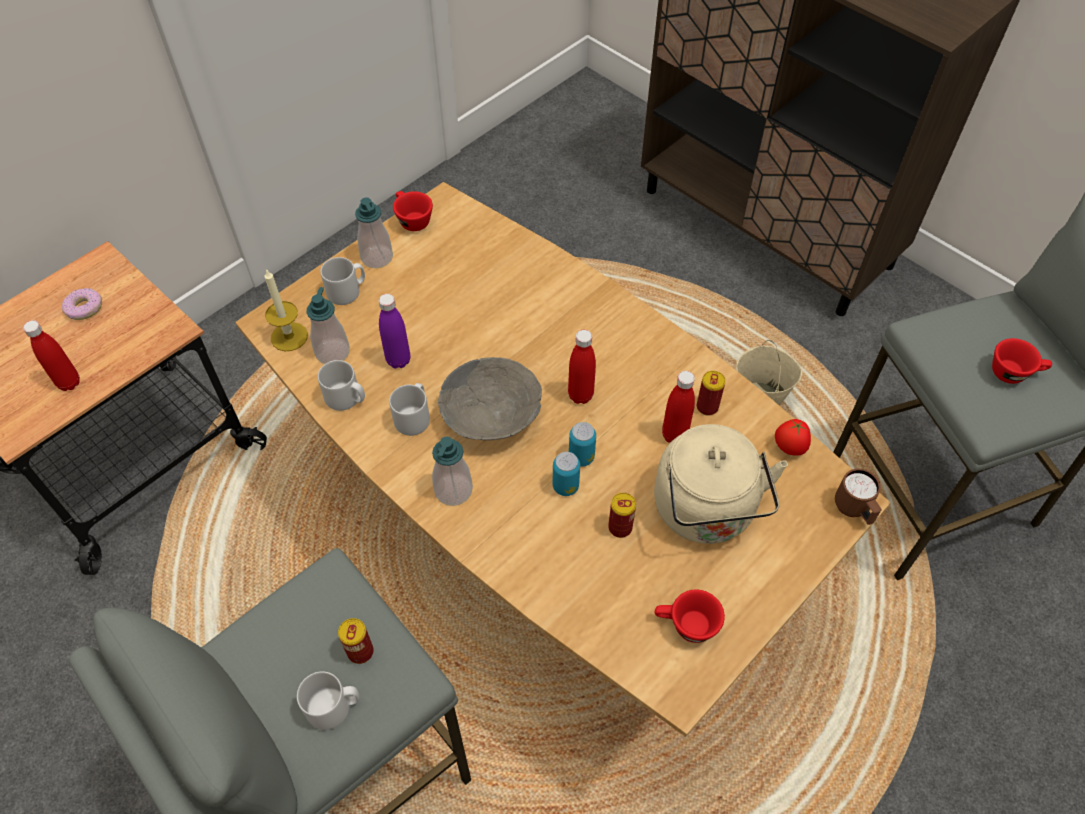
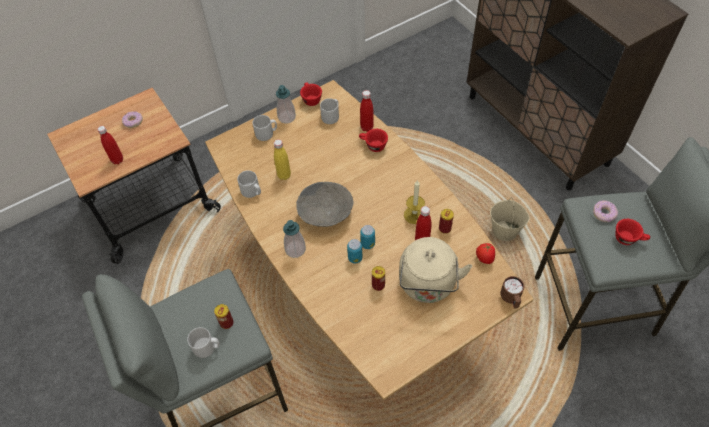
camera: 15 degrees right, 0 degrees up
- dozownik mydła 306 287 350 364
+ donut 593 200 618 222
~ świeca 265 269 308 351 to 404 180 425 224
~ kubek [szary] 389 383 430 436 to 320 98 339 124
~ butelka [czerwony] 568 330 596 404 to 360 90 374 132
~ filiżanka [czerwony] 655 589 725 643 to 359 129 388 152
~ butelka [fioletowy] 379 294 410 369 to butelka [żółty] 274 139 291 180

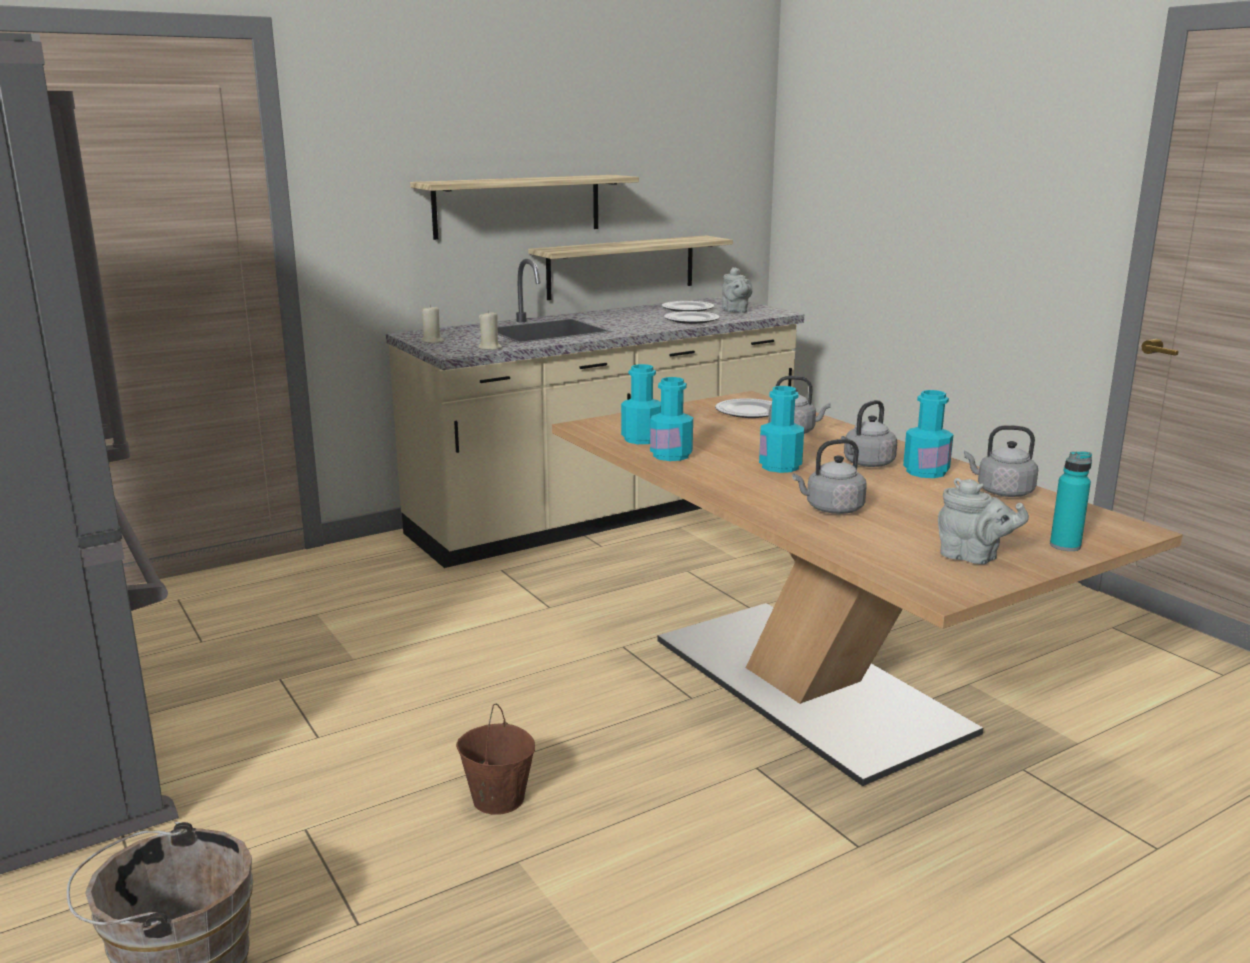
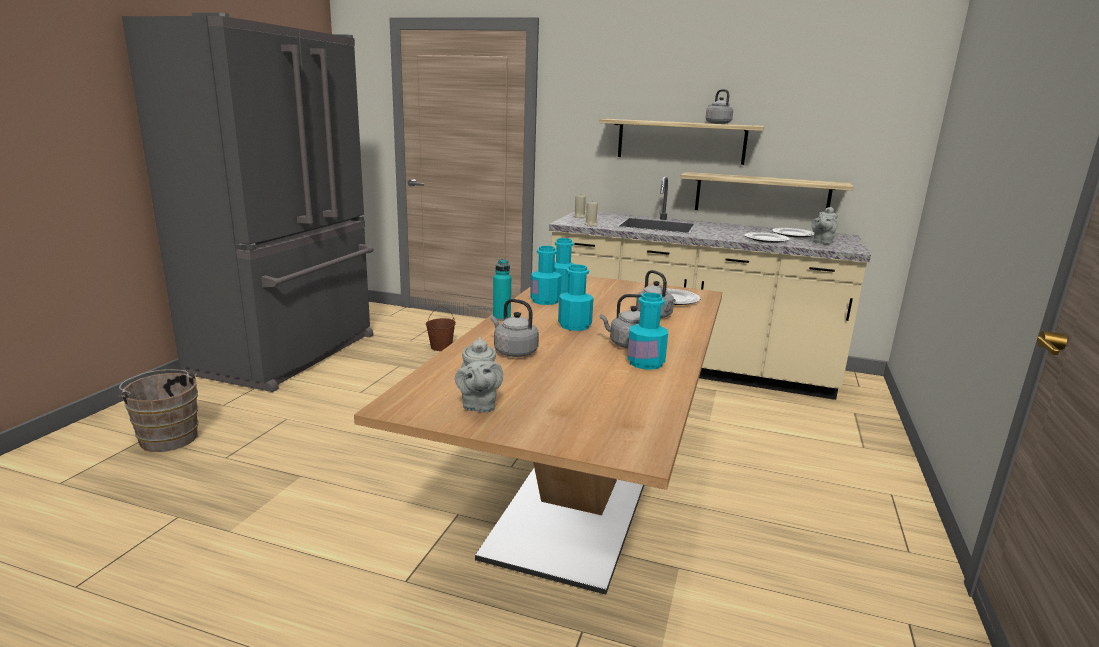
camera: 50 degrees right, 0 degrees up
~ wiadro [brązowy] 456 704 535 815 to 426 306 456 351
~ czajnik [szary] 964 425 1038 497 to 706 89 733 124
~ butelka [turkusowy] 1050 451 1092 551 to 493 259 511 321

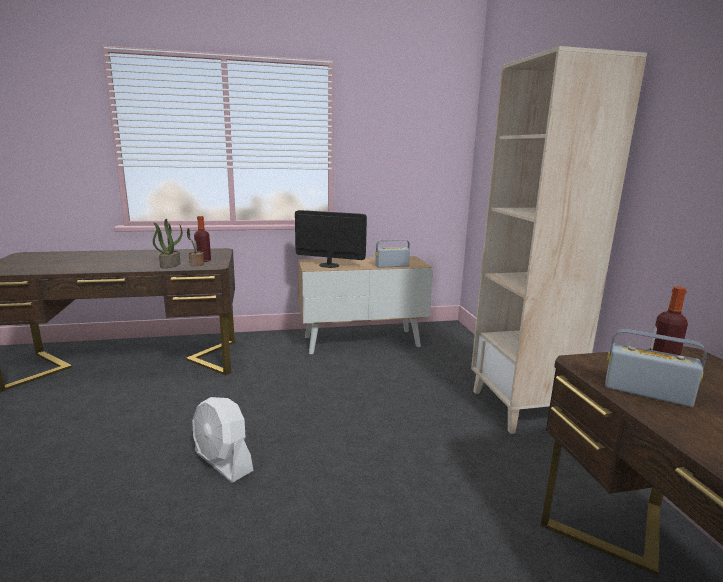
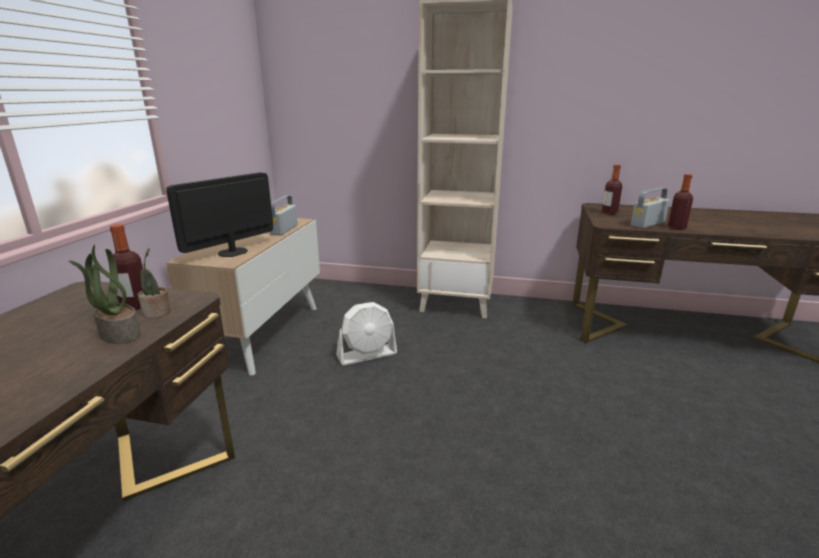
camera: 65 degrees left, 5 degrees up
+ butelka 668 174 693 230
~ wentylator [biały] 192 397 253 483 to 336 302 397 365

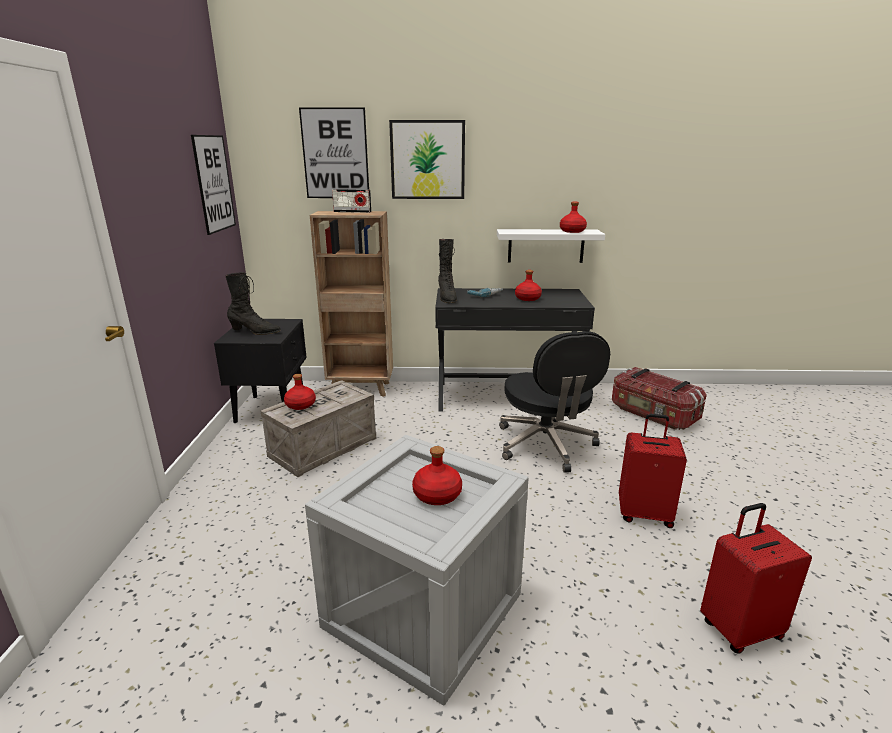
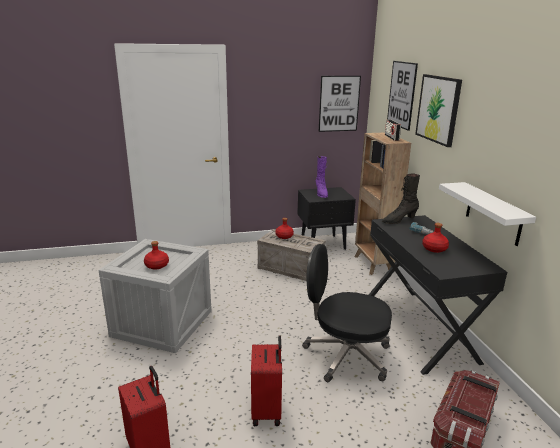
camera: 75 degrees right, 0 degrees up
- butelka [czerwony] 560 202 587 233
~ but z cholewką [czarny] 225 272 281 335 to but z cholewką [fioletowy] 316 156 328 198
~ krzesło biurowe [czarny] 499 331 610 473 = 302 244 392 382 45 degrees clockwise

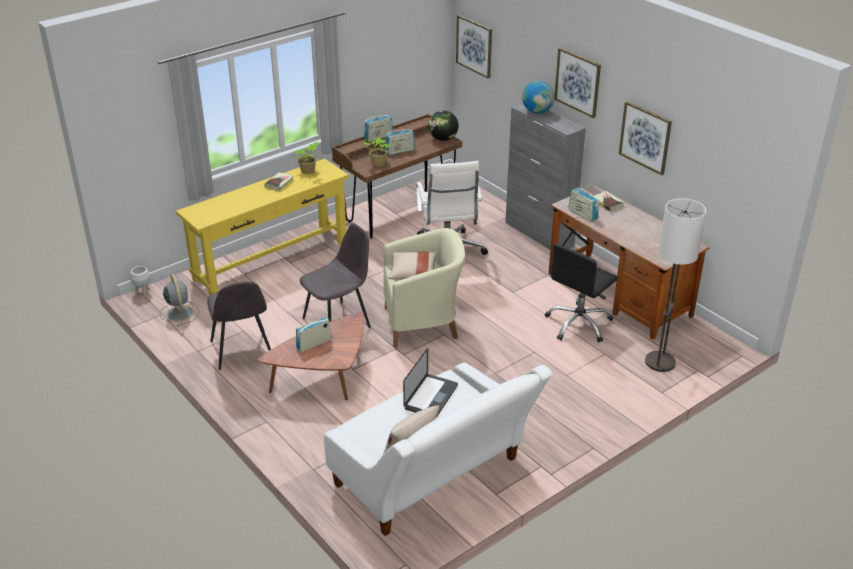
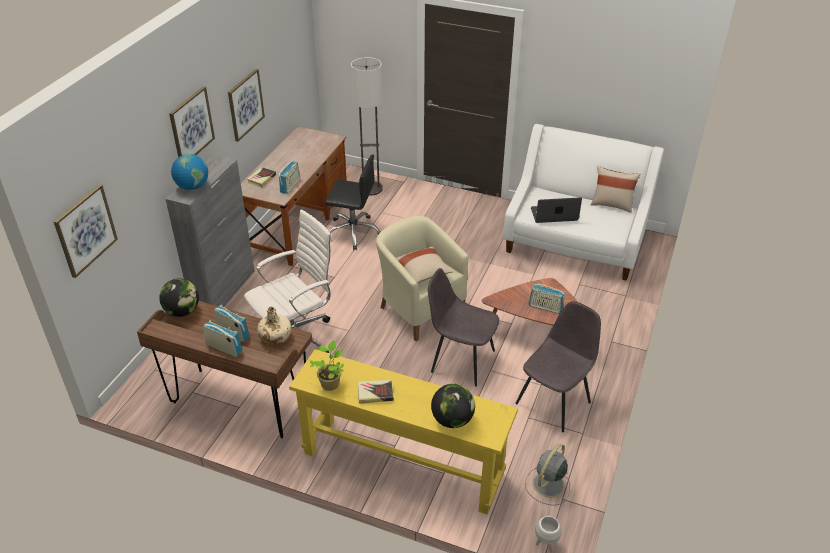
camera: 120 degrees left, 5 degrees up
+ globus 431 384 475 428
~ roślina doniczkowa 362 138 391 166 to butelka [beżowy] 257 306 291 345

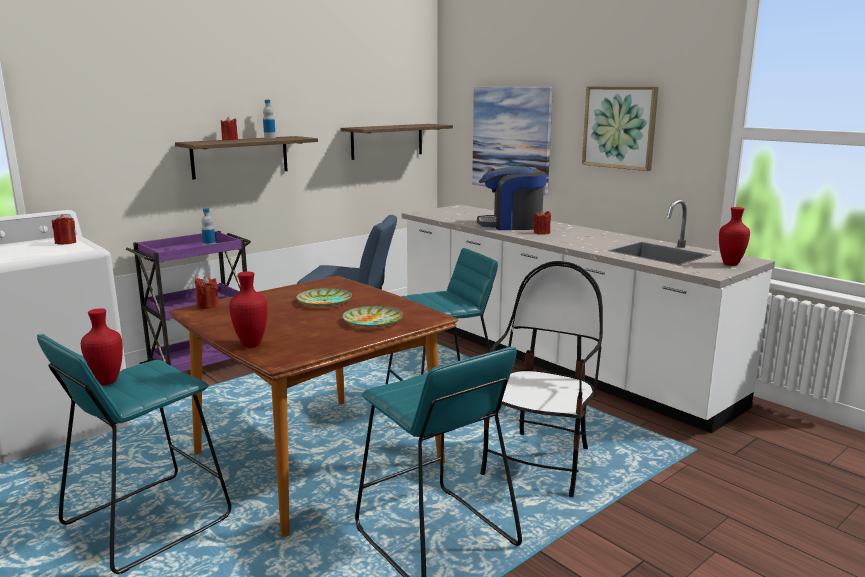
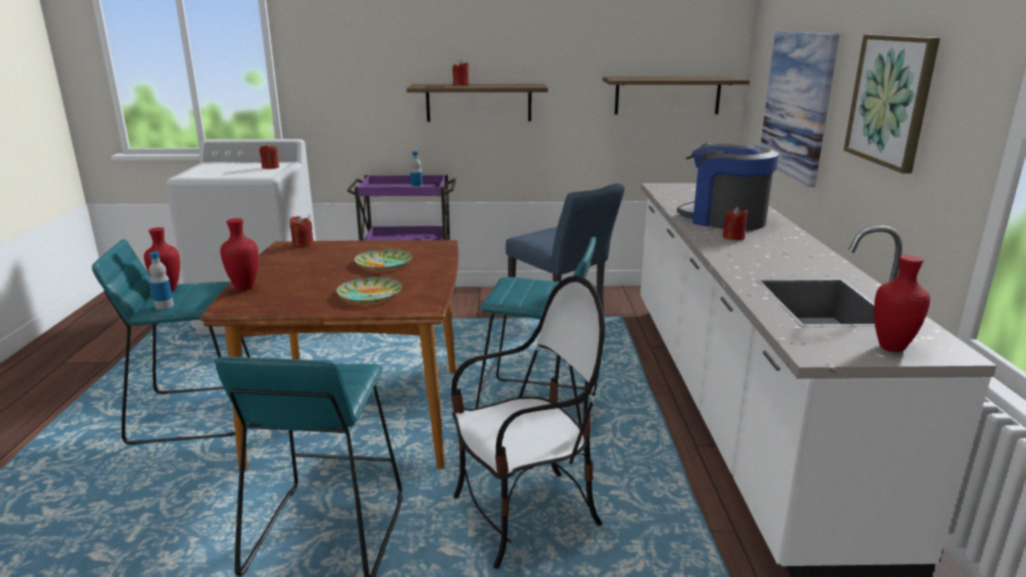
camera: 40 degrees right, 5 degrees up
~ butelka 263 100 276 138 to 149 252 174 309

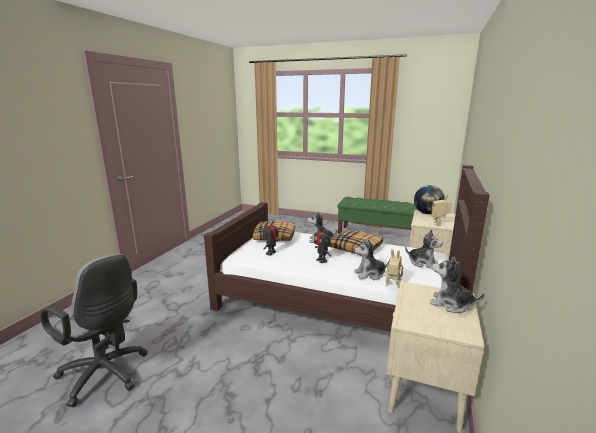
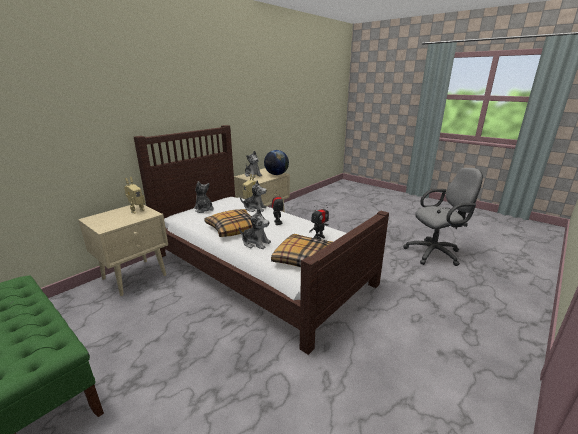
camera: 160 degrees left, 5 degrees up
~ globus 414 185 444 214 to 264 150 289 175
~ krzesło biurowe [szary] 40 254 148 407 = 403 168 483 266 120 degrees clockwise

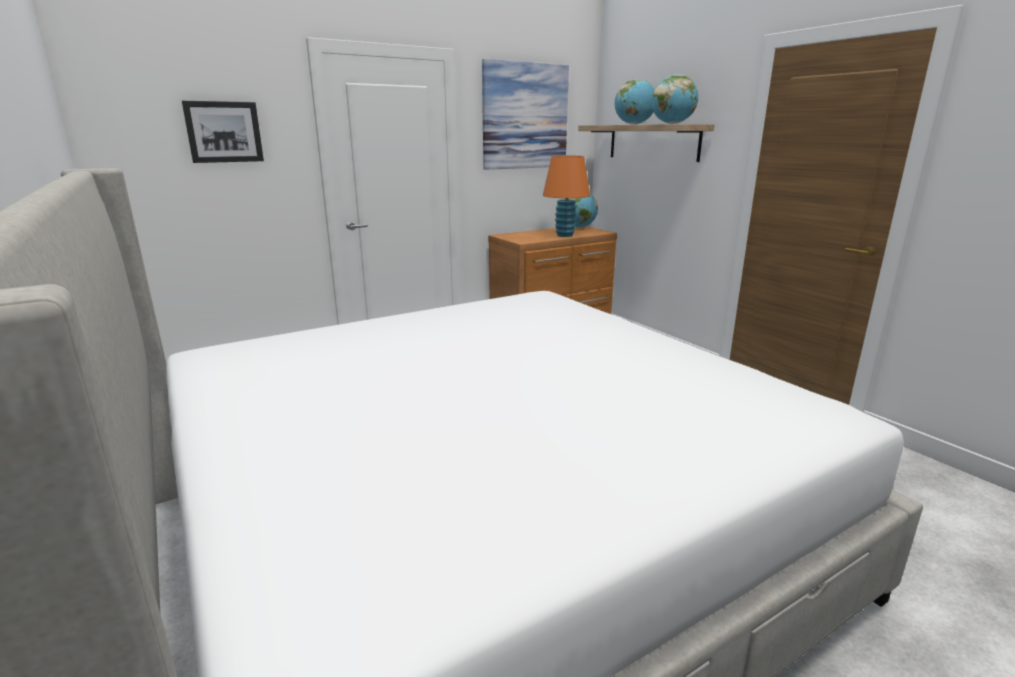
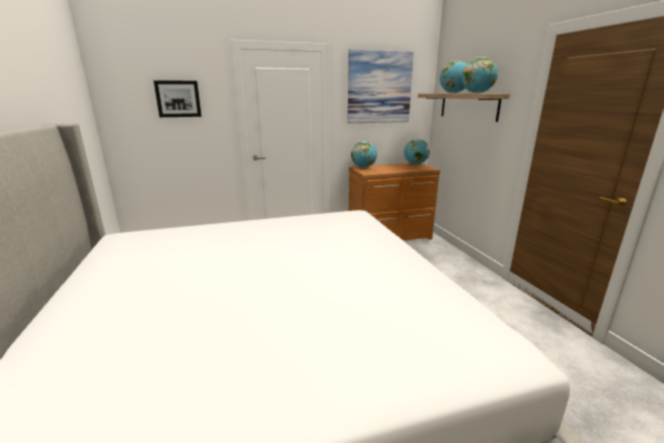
camera: 15 degrees right, 0 degrees up
- lampa stołowa [pomarańczowy] 543 155 590 237
+ globus 351 141 377 168

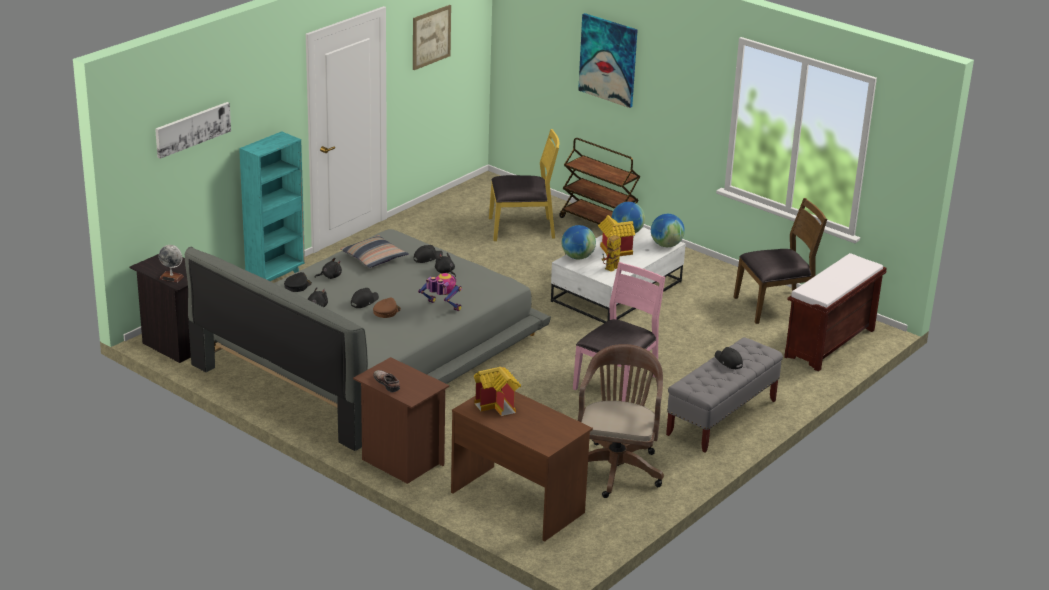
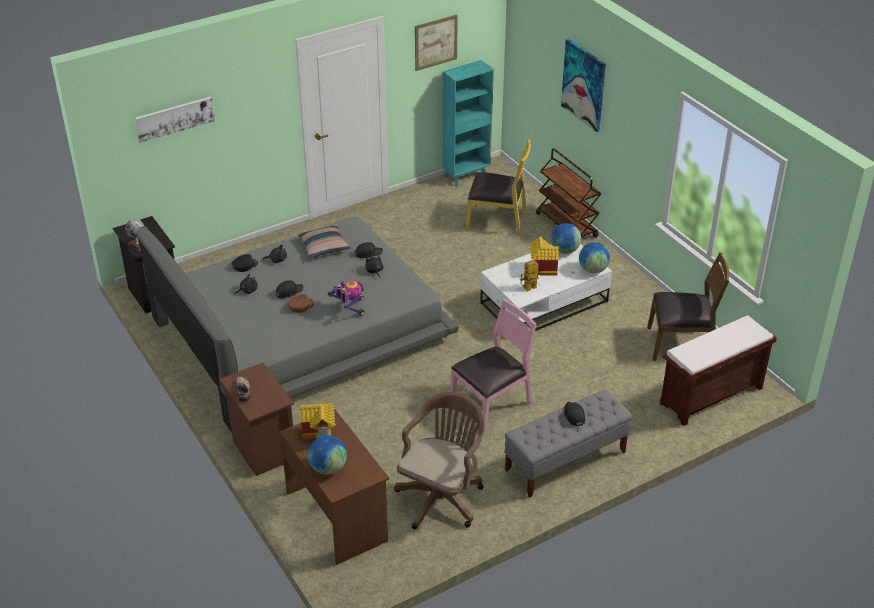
camera: 20 degrees right, 10 degrees up
~ regał [turkusowy] 239 131 305 281 to 442 60 494 187
~ globus 562 225 596 259 to 308 435 347 475

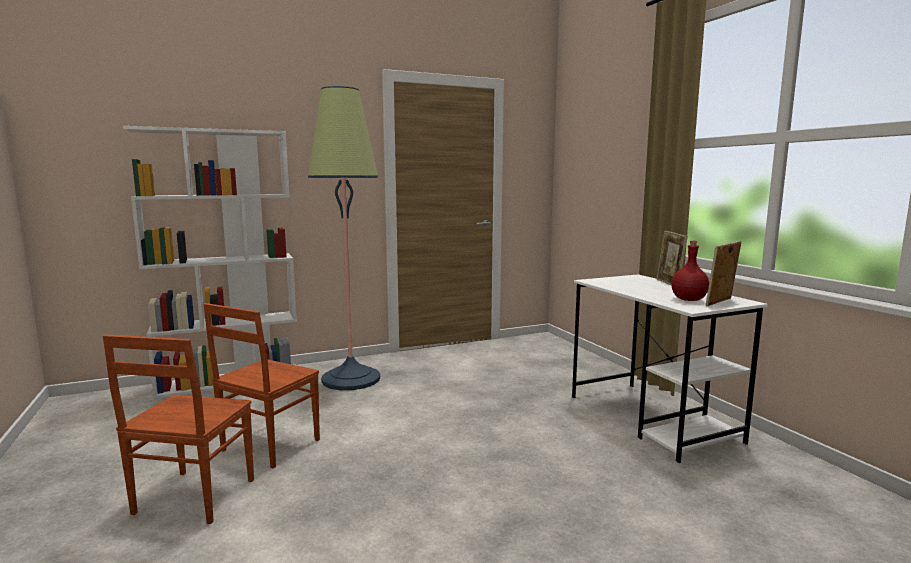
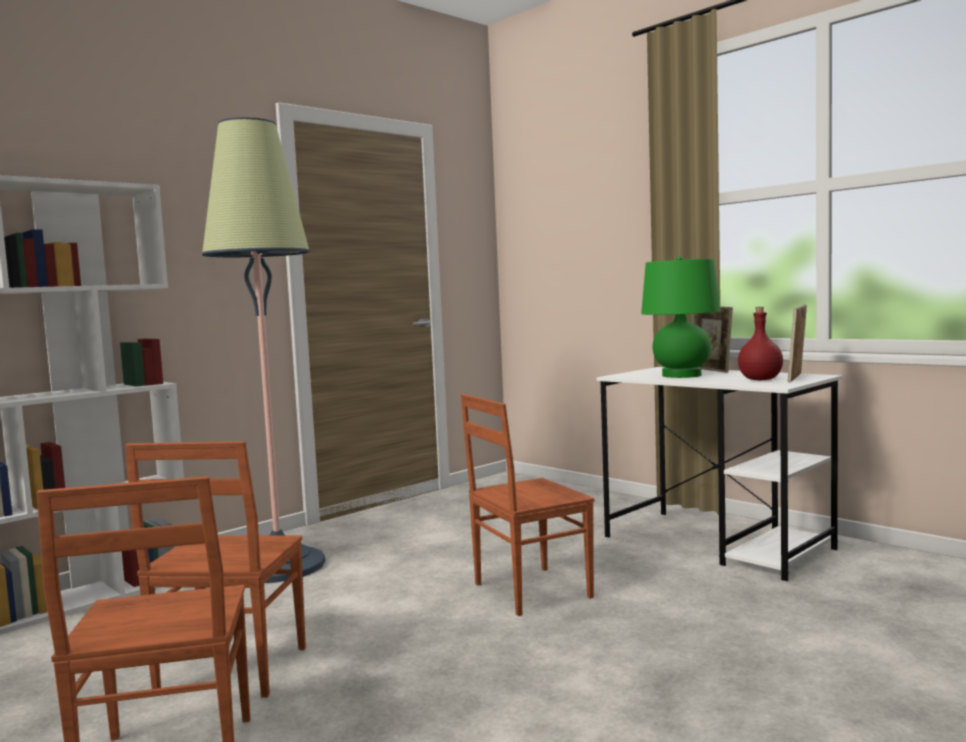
camera: 20 degrees left, 5 degrees down
+ krzesło [brązowy] 461 394 594 616
+ lampa stołowa [zielony] 641 256 721 378

